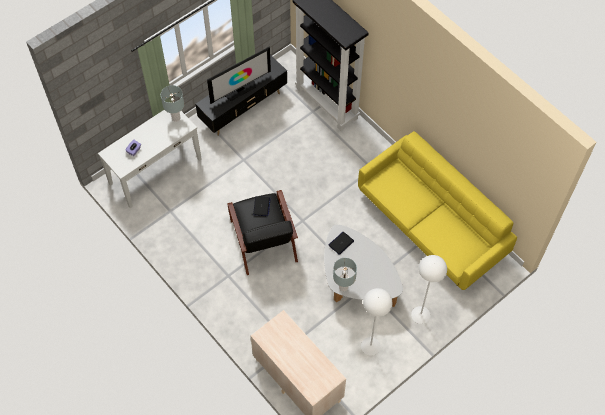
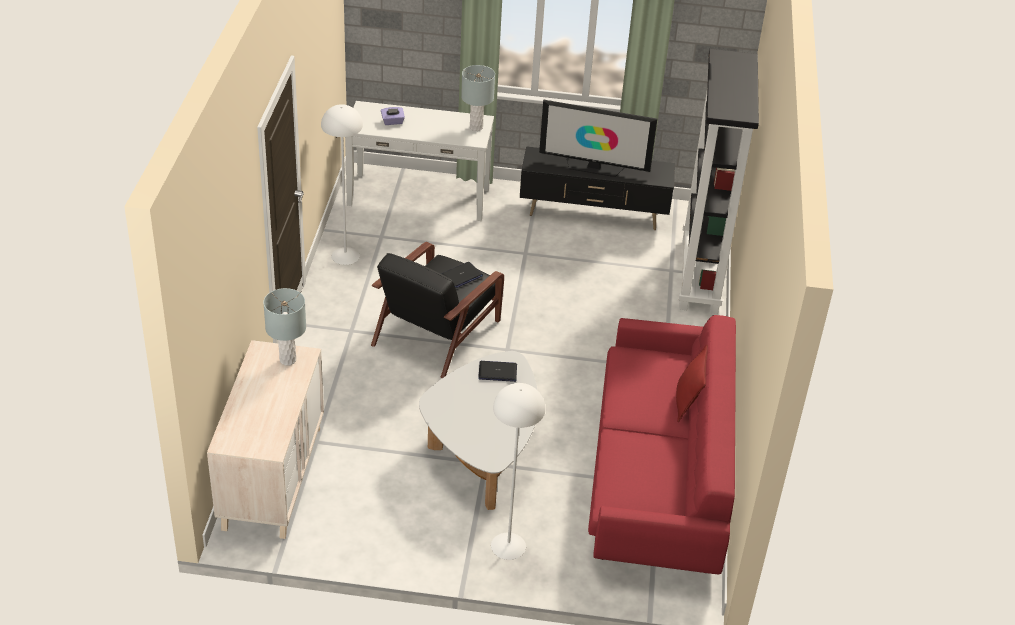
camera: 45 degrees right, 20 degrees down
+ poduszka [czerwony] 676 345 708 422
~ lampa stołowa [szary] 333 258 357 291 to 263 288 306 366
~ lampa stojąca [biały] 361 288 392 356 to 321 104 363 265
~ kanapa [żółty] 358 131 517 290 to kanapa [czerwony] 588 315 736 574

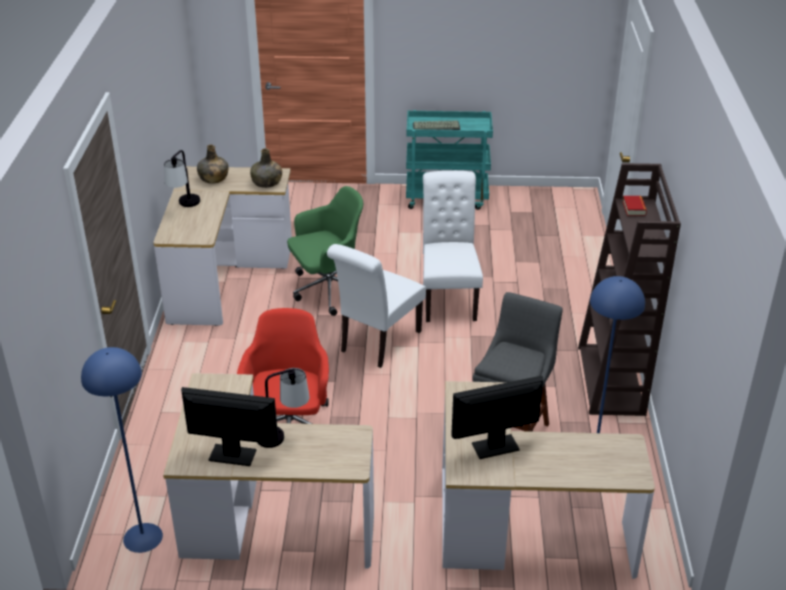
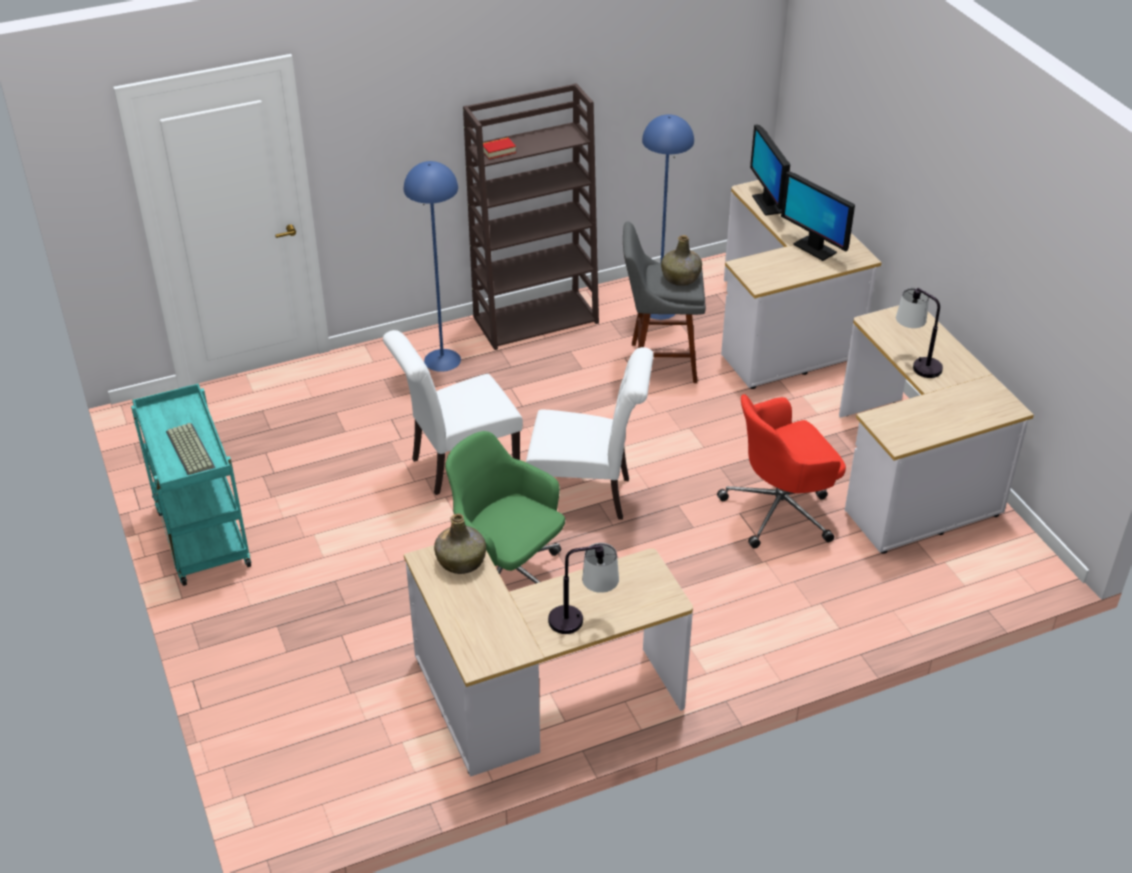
camera: 115 degrees left, 5 degrees up
~ lampa stojąca [niebieski] 81 347 163 553 to 404 161 461 372
~ monitor 181 387 278 466 to 750 124 790 216
~ butelka [zielony] 197 145 229 184 to 661 235 702 286

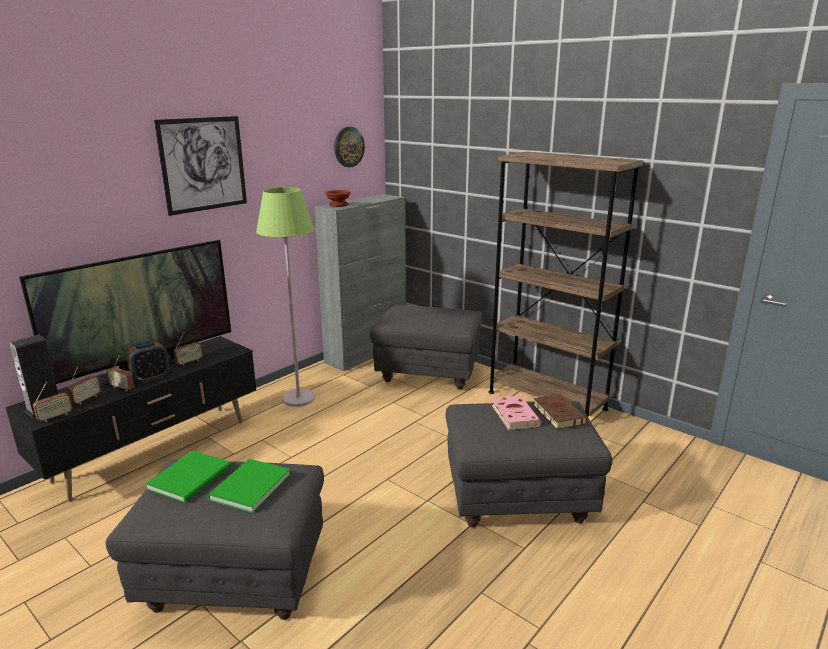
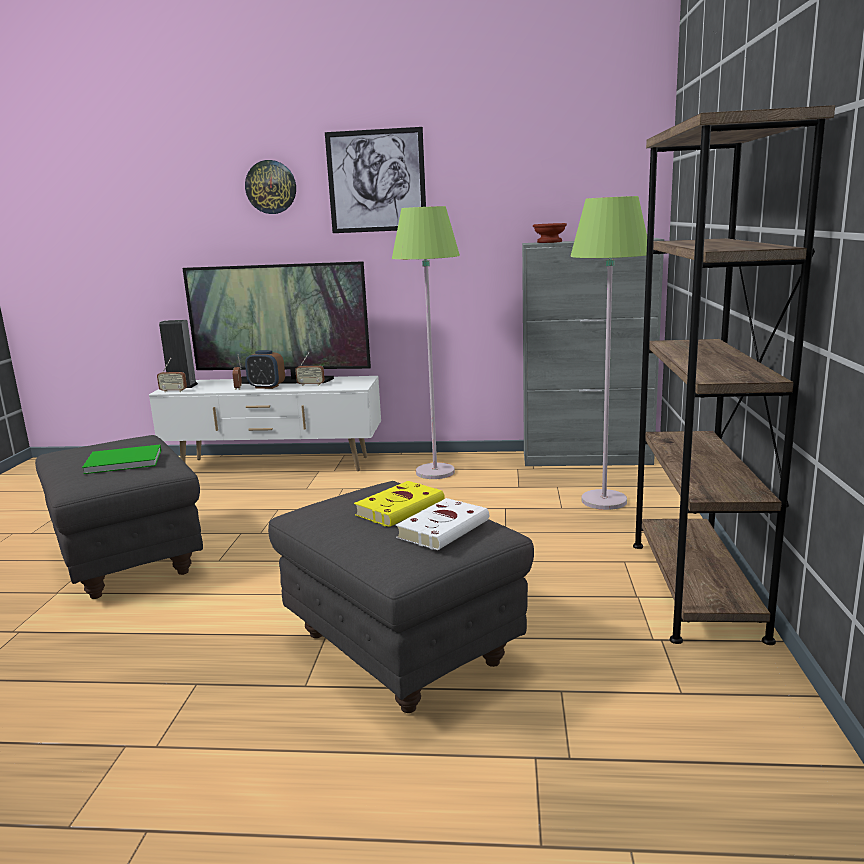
camera: 55 degrees right, 5 degrees down
- radio 68 366 101 404
- książka [zielony] 145 450 231 503
~ zegar ścienny 334 127 365 167 to 245 160 296 214
~ pufa [szary] 370 305 483 390 to lampa stojąca [zielony] 570 196 647 510
~ szafka pod telewizor [czarny] 6 336 256 501 to szafka pod telewizor [biały] 149 376 381 471
~ książka [różowy] 492 395 541 430 to książka [żółty] 354 481 445 527
~ książka [brązowy] 533 394 587 429 to książka [biały] 395 498 489 550

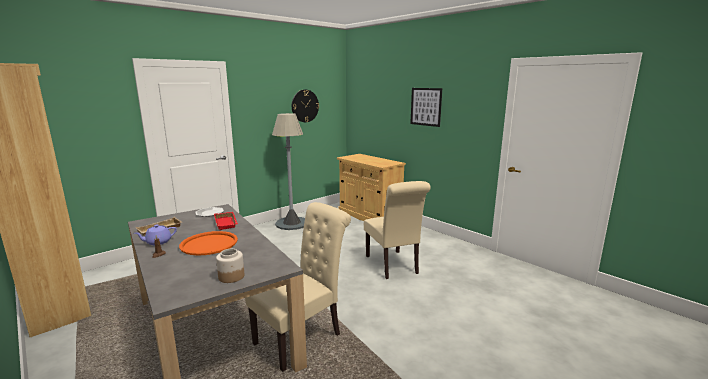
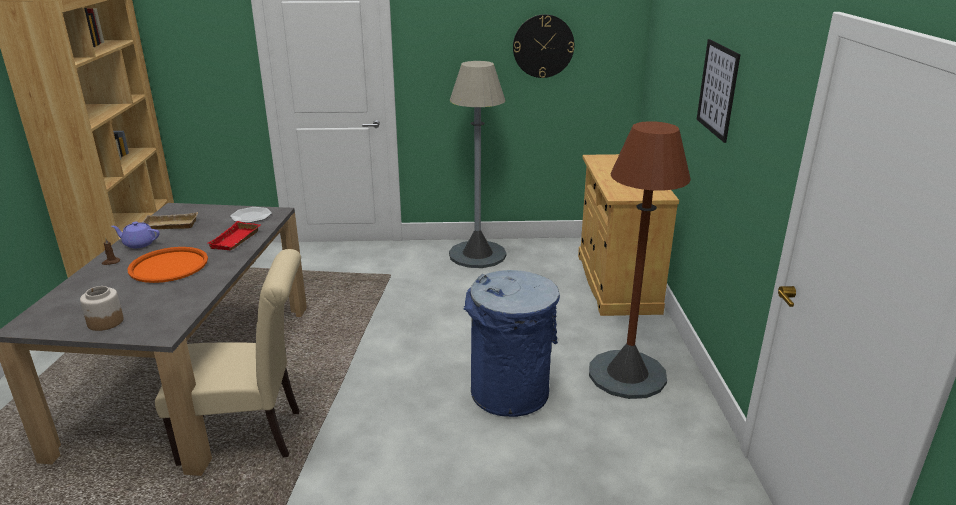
camera: 40 degrees right, 10 degrees up
+ lampa stojąca [brązowy] 589 121 691 399
~ krzesło [beżowy] 364 181 431 279 to kosz na śmieci [niebieski] 464 270 560 417

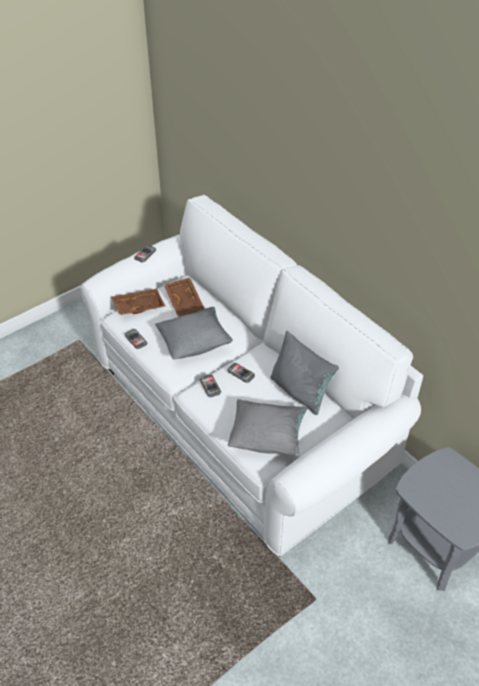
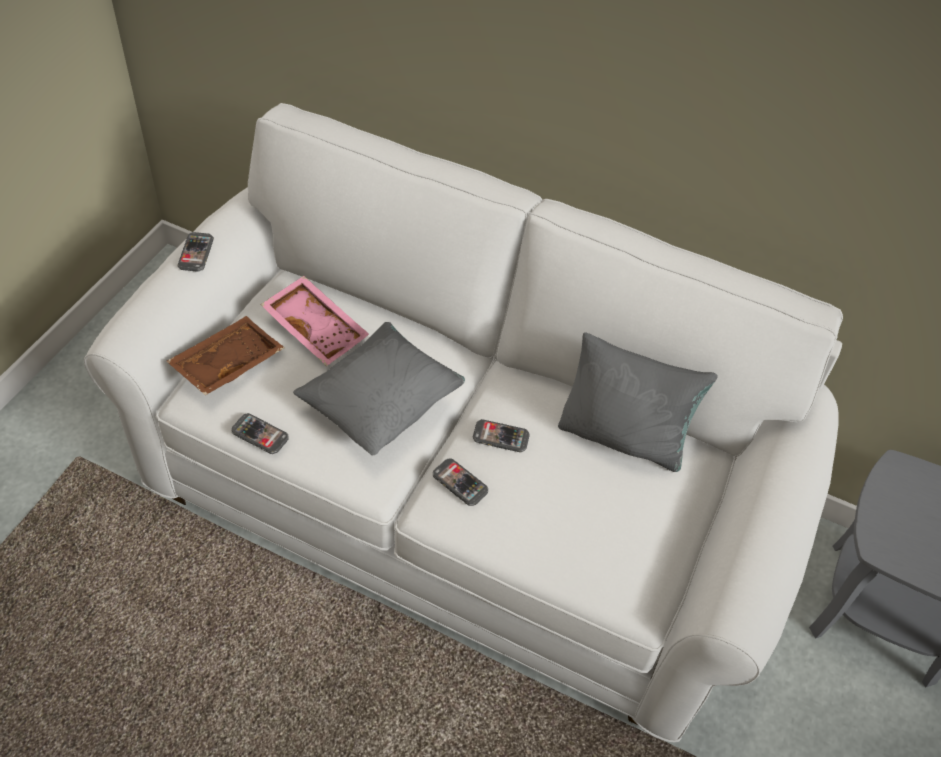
camera: 30 degrees left, 5 degrees up
- poduszka [szary] 227 399 307 456
~ taca [brązowy] 164 278 205 317 to taca [różowy] 260 276 369 366

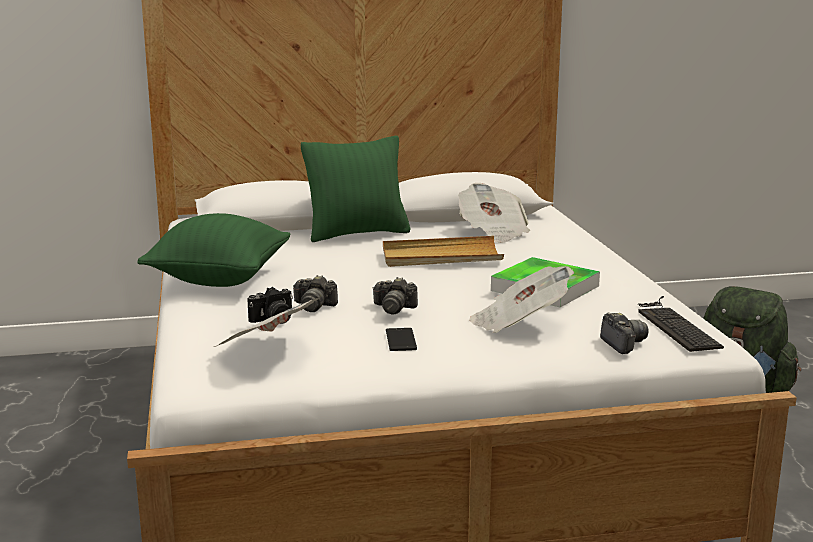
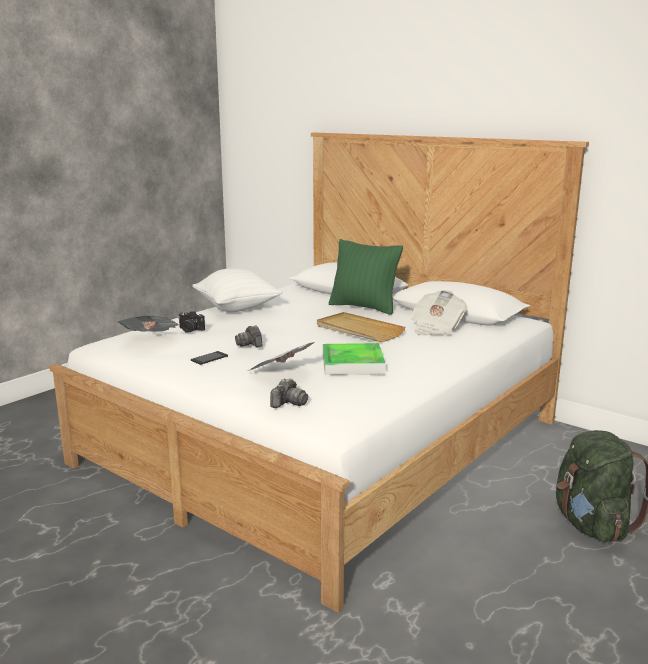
camera: 50 degrees right, 0 degrees up
- aparat fotograficzny 293 275 338 312
- klawiatura 638 296 724 352
~ poduszka [zielony] 137 213 291 287 to poduszka [biały] 192 269 282 312

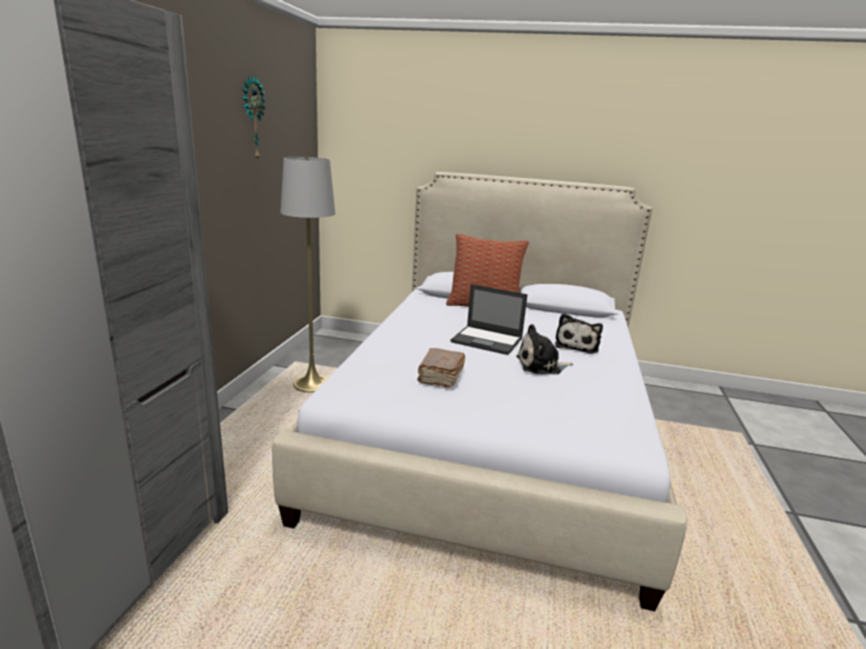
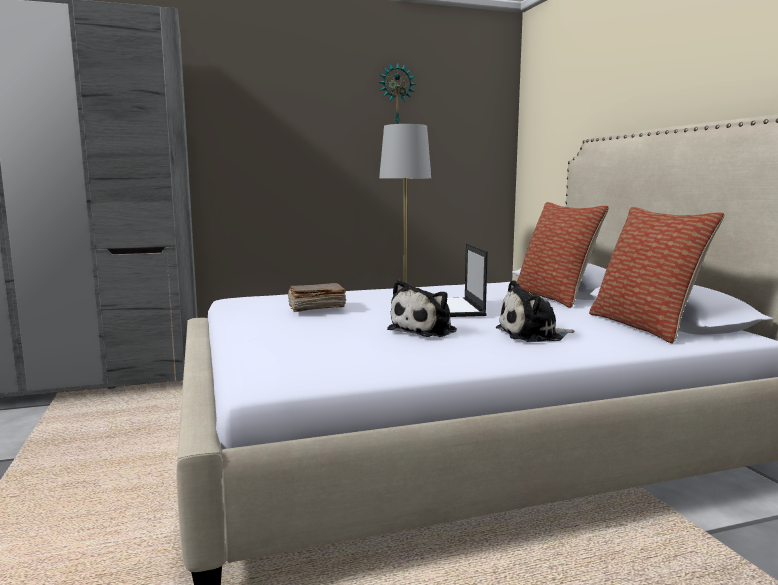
camera: 60 degrees right, 10 degrees down
+ poduszka 589 207 725 343
~ pluszak 516 324 573 375 = 387 280 457 337 105 degrees counterclockwise

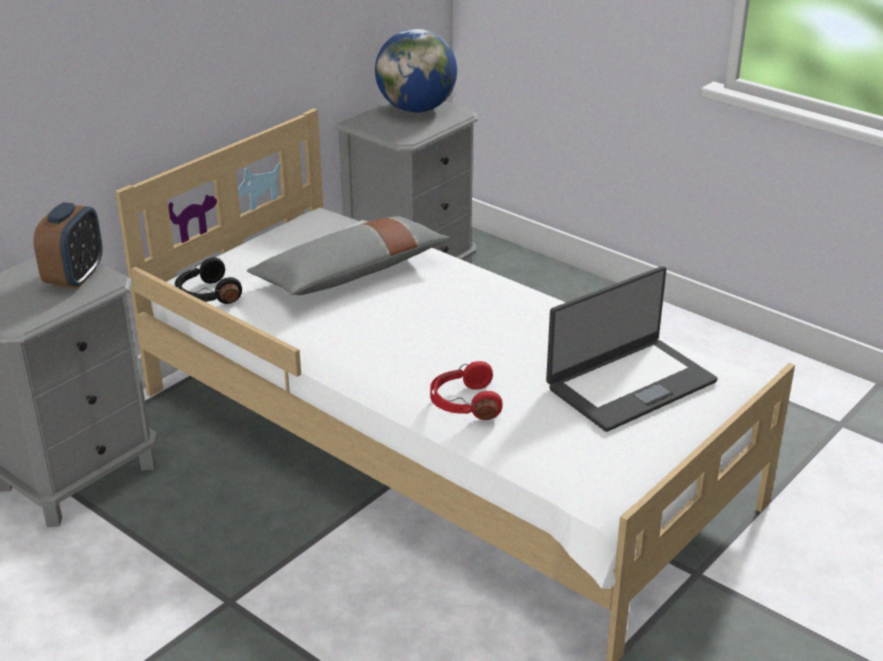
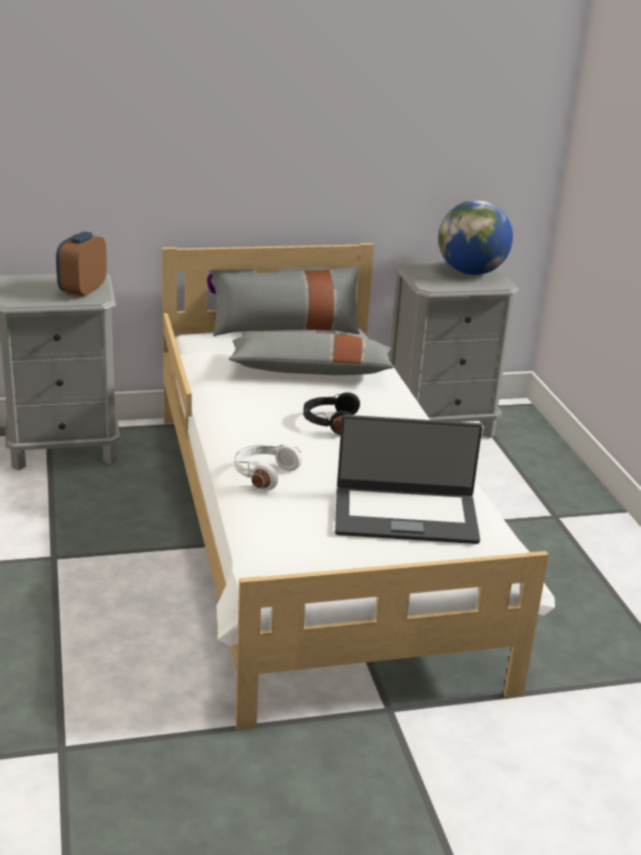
camera: 35 degrees right, 5 degrees down
+ poduszka [szary] 211 266 360 336
~ słuchawki [czarny] 175 257 242 304 to 303 392 360 435
~ słuchawki [czerwony] 430 361 503 420 to słuchawki [biały] 234 445 302 491
~ budzik 34 202 102 289 = 56 231 107 297 150 degrees clockwise

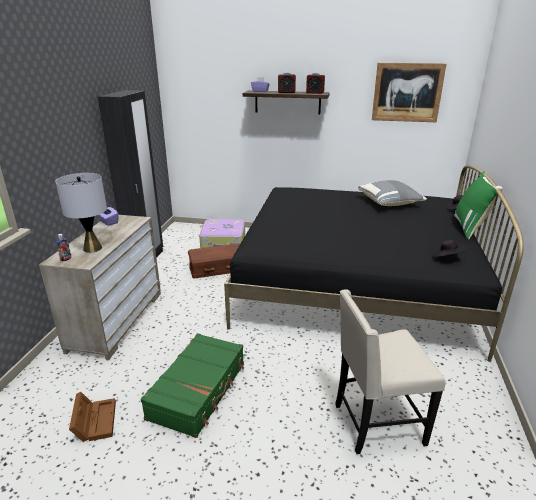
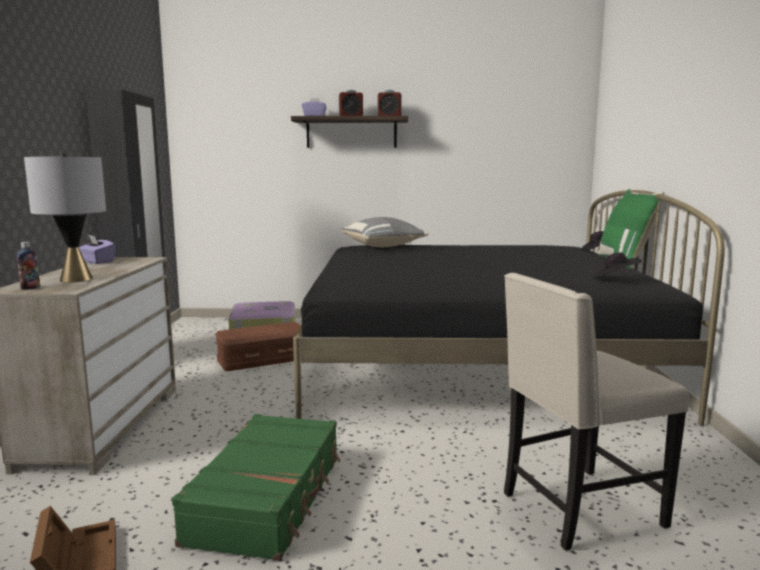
camera: 10 degrees left, 15 degrees down
- obraz 372 63 446 122
~ poduszka [szary] 358 180 427 206 to 342 217 429 247

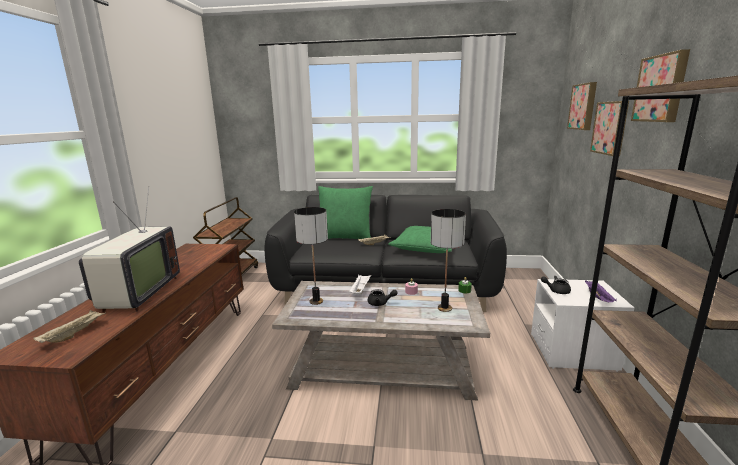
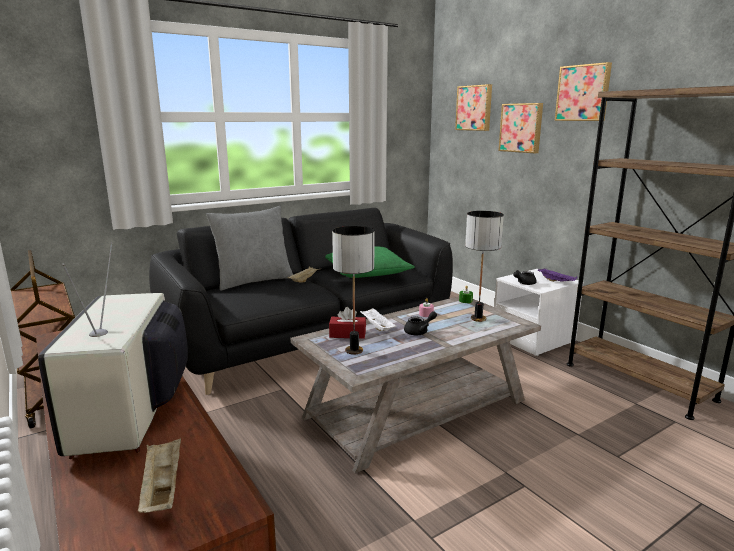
camera: 40 degrees left, 0 degrees up
+ pudełko chusteczek [czerwony] 329 307 366 339
~ poduszka [zielony] 318 186 373 239 to poduszka [szary] 206 206 293 291
~ telewizor 79 186 180 312 = 38 243 188 459 150 degrees counterclockwise

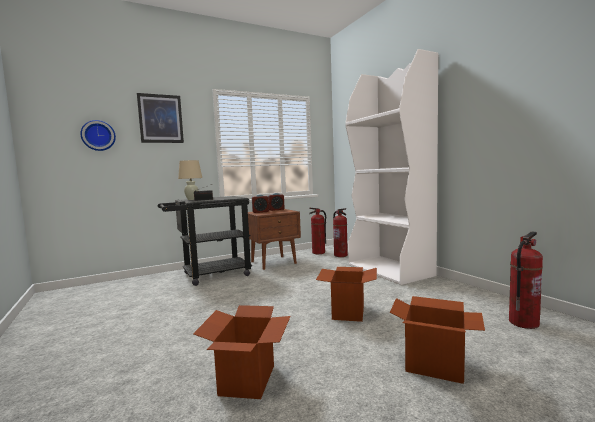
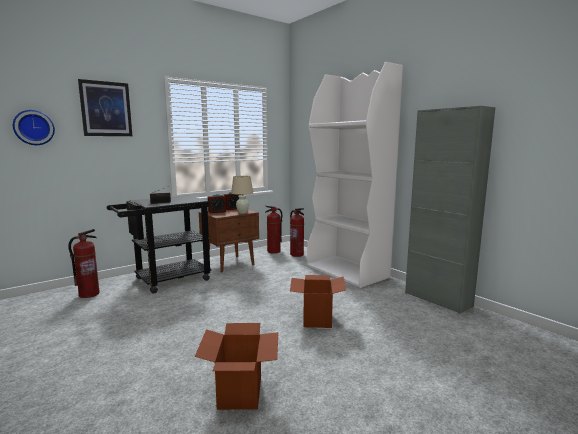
camera: 10 degrees left, 5 degrees up
- karton 390 296 485 384
+ szafka [szary] 405 106 495 314
~ lampa stołowa [beżowy] 178 160 202 200 to 231 176 253 214
~ gaśnica 509 232 543 329 to 68 229 100 298

